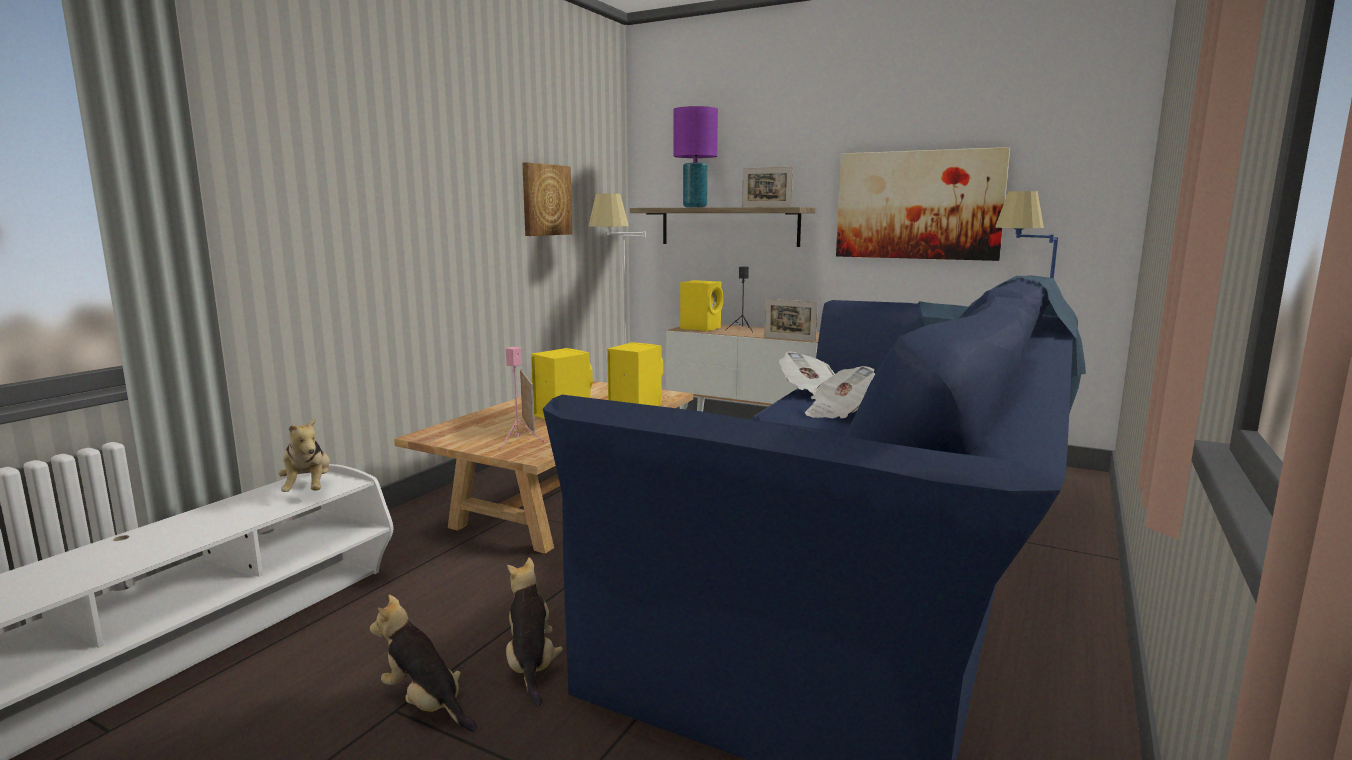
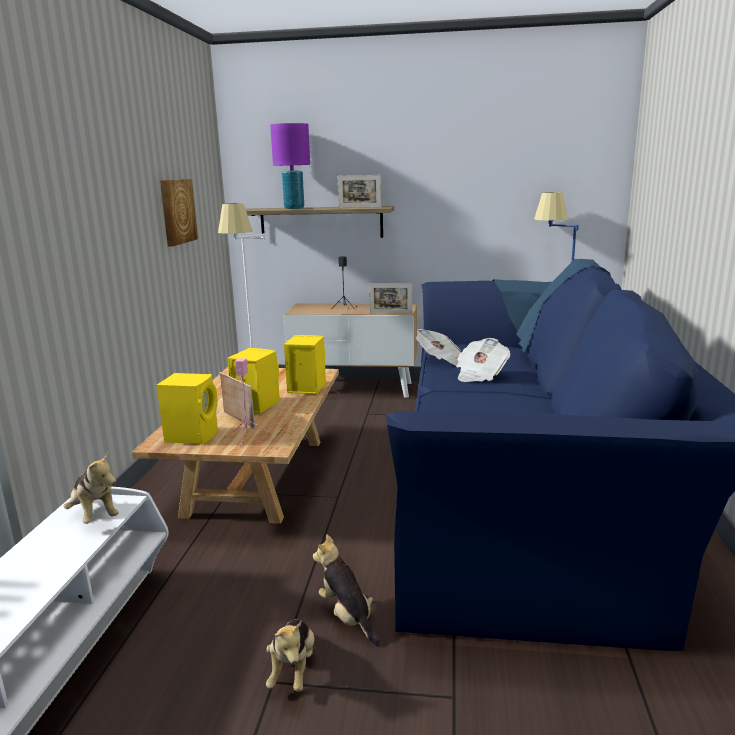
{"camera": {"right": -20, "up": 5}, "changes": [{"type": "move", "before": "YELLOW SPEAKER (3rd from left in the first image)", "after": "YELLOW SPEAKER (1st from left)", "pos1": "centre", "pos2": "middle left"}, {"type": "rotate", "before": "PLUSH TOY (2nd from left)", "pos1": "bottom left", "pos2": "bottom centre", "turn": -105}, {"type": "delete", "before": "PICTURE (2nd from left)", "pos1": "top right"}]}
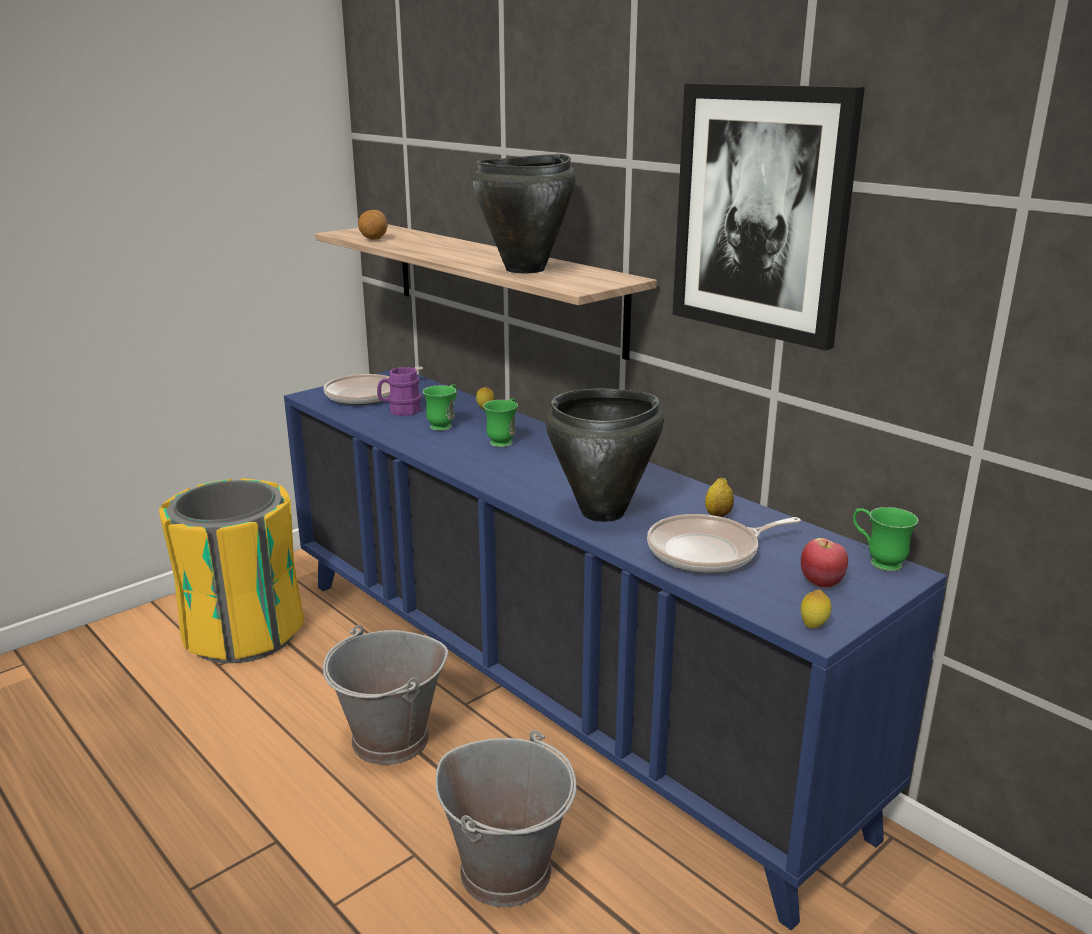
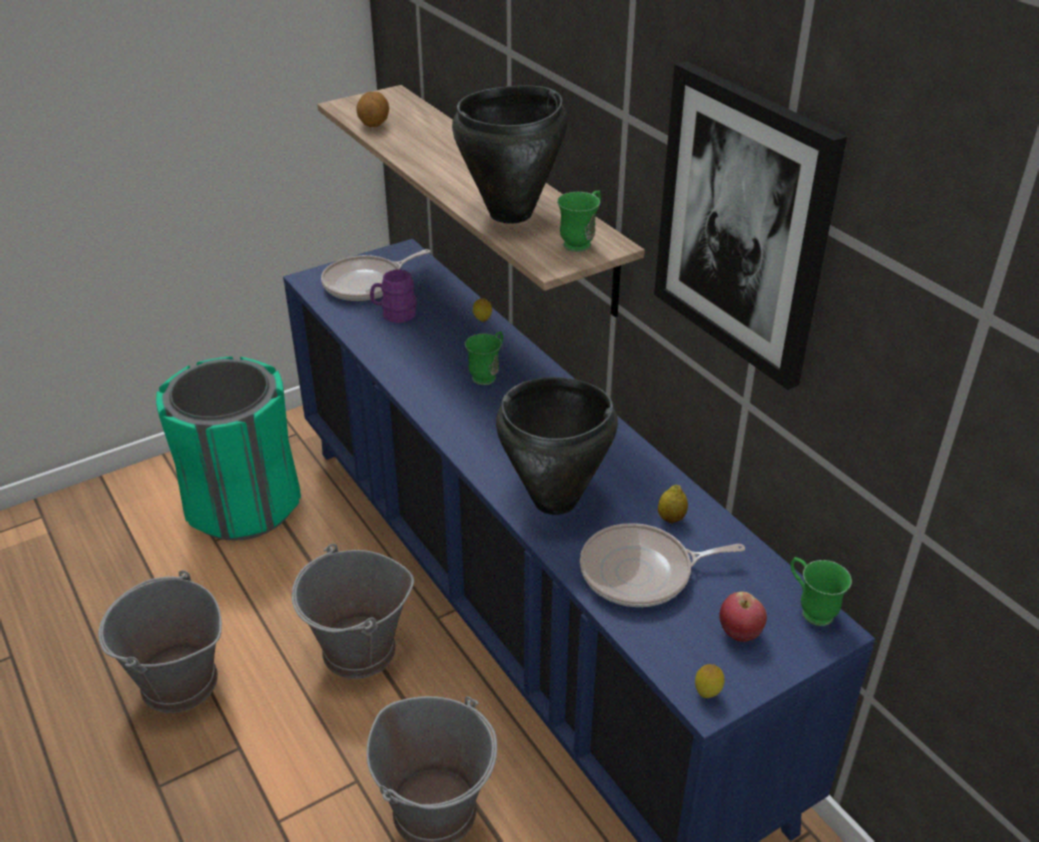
{"camera": {"right": 10, "up": 15}, "changes": [{"type": "insert", "after": "GREY BUCKET (1st from left)", "pos2": "bottom left"}, {"type": "recolor", "before": "YELLOW TRASH CAN", "after": "GREEN TRASH CAN", "pos1": "middle left", "pos2": "middle left"}, {"type": "move", "before": "GREEN MUG (1st from left in the first image)", "after": "GREEN MUG (2nd from left)", "pos1": "centre", "pos2": "top centre"}]}
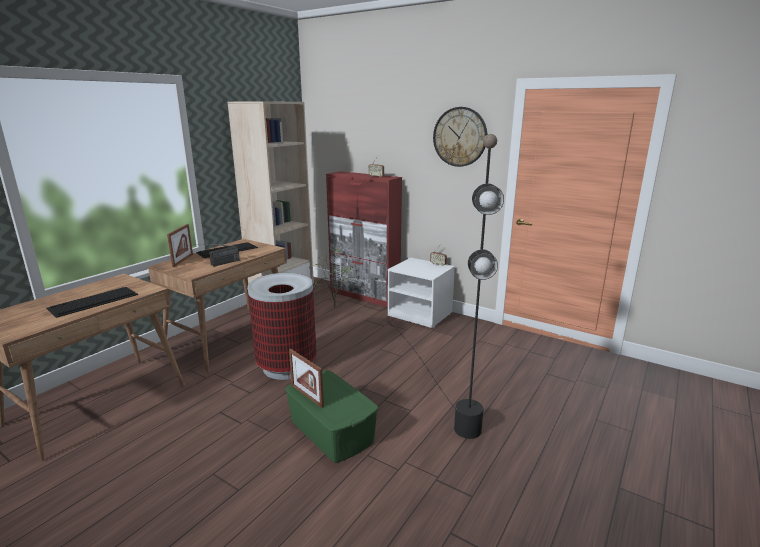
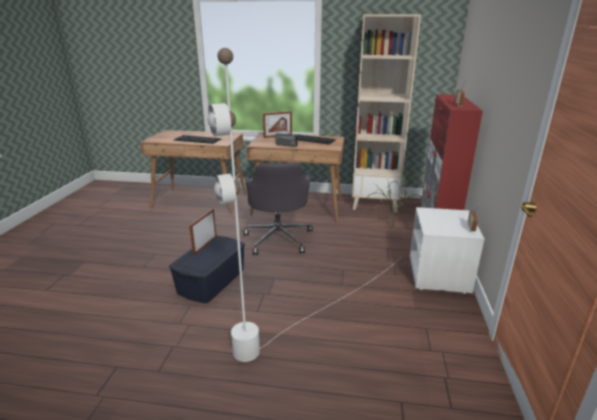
{"camera": {"right": 65, "up": 5}, "changes": [{"type": "recolor", "before": "GREEN STORAGE BOX", "after": "BLUE STORAGE BOX", "pos1": "bottom centre", "pos2": "centre"}, {"type": "recolor", "before": "BLACK FLOOR LAMP", "after": "WHITE FLOOR LAMP", "pos1": "centre", "pos2": "centre"}, {"type": "replace", "before": "TRASH CAN", "after": "GREY OFFICE CHAIR", "pos1": "centre", "pos2": "centre"}, {"type": "delete", "before": "WALL CLOCK", "pos1": "top centre"}]}
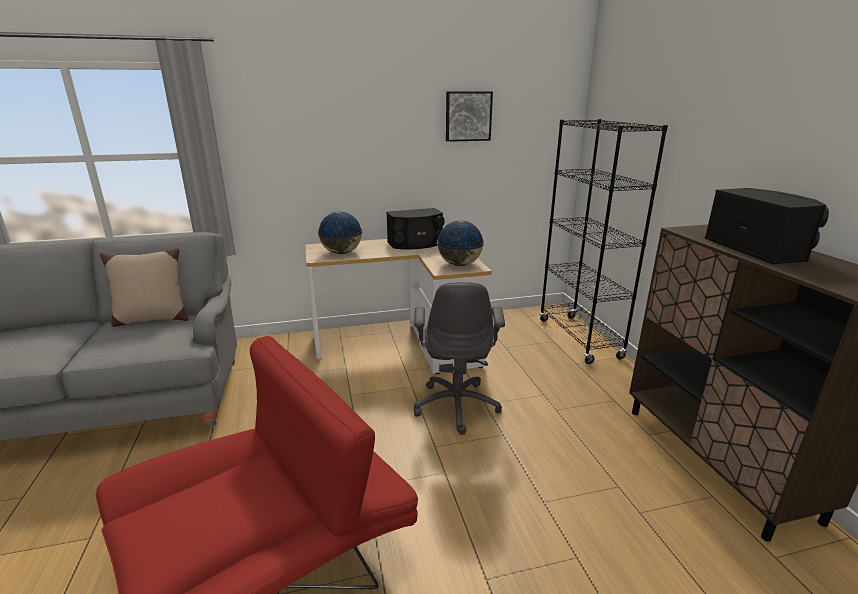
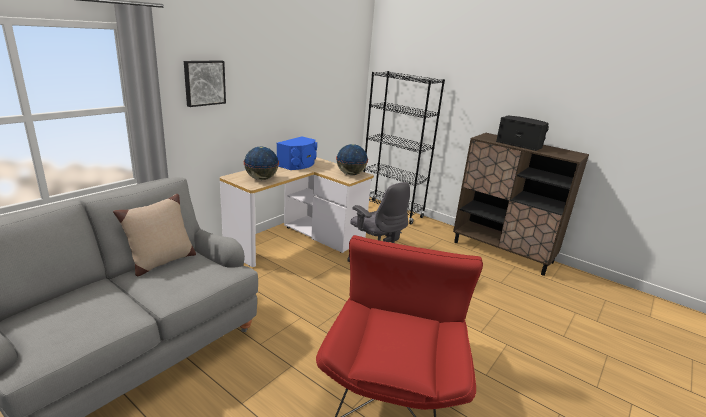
{"camera": {"right": -40, "up": 0}, "changes": [{"type": "move", "before": "PICTURE", "pos1": "top centre", "pos2": "top left"}, {"type": "recolor", "before": "BLACK SPEAKER (1st from left)", "after": "BLUE SPEAKER", "pos1": "centre", "pos2": "centre"}]}
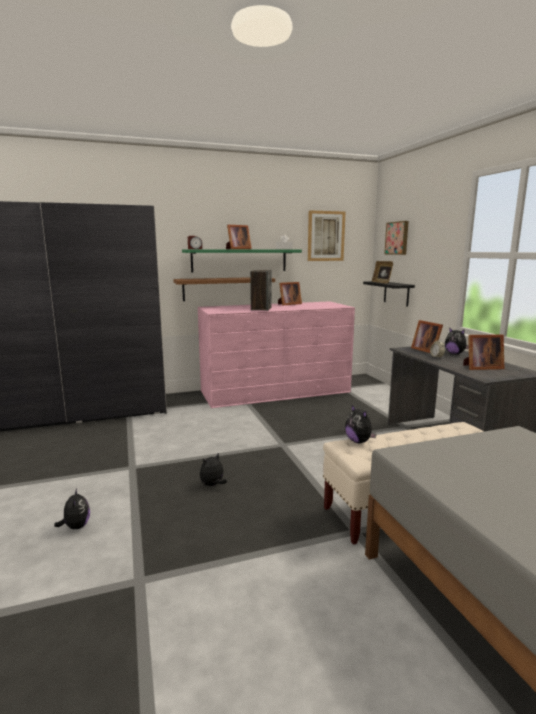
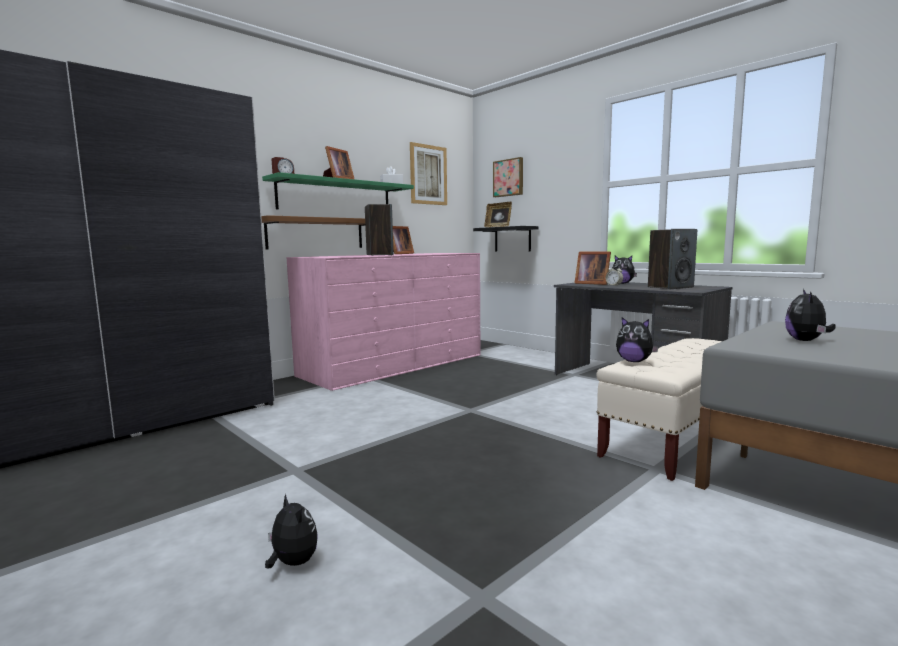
{"camera": {"right": -25, "up": -5}, "changes": [{"type": "replace", "before": "PICTURE FRAME (5th from left)", "after": "SPEAKER (2nd from left)", "pos1": "middle right", "pos2": "middle right"}, {"type": "move", "before": "PLUSH TOY (2nd from left in the first image)", "after": "PLUSH TOY (4th from left)", "pos1": "centre", "pos2": "middle right"}]}
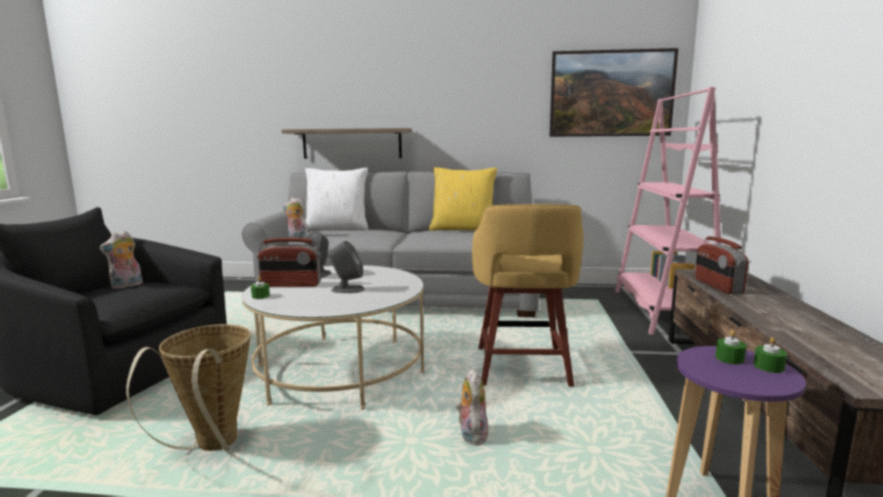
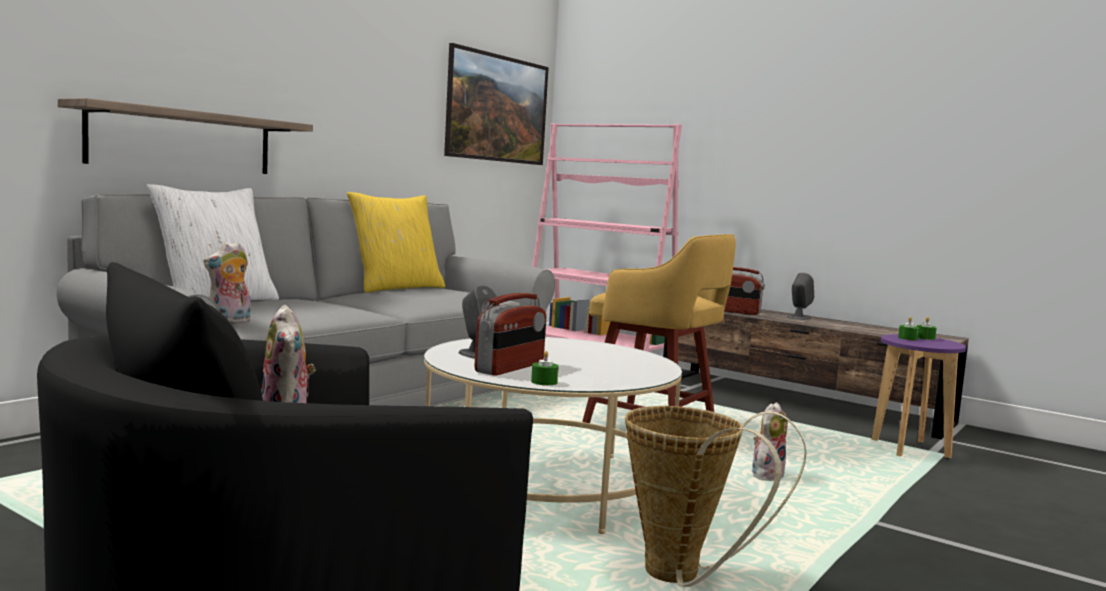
{"camera": {"right": -60, "up": -5}, "changes": [{"type": "rotate", "before": "PLUSH TOY (3rd from left)", "pos1": "bottom centre", "pos2": "bottom right", "turn": 105}, {"type": "move", "before": "GREY SPEAKER (2nd from left)", "pos1": "centre", "pos2": "middle right"}]}
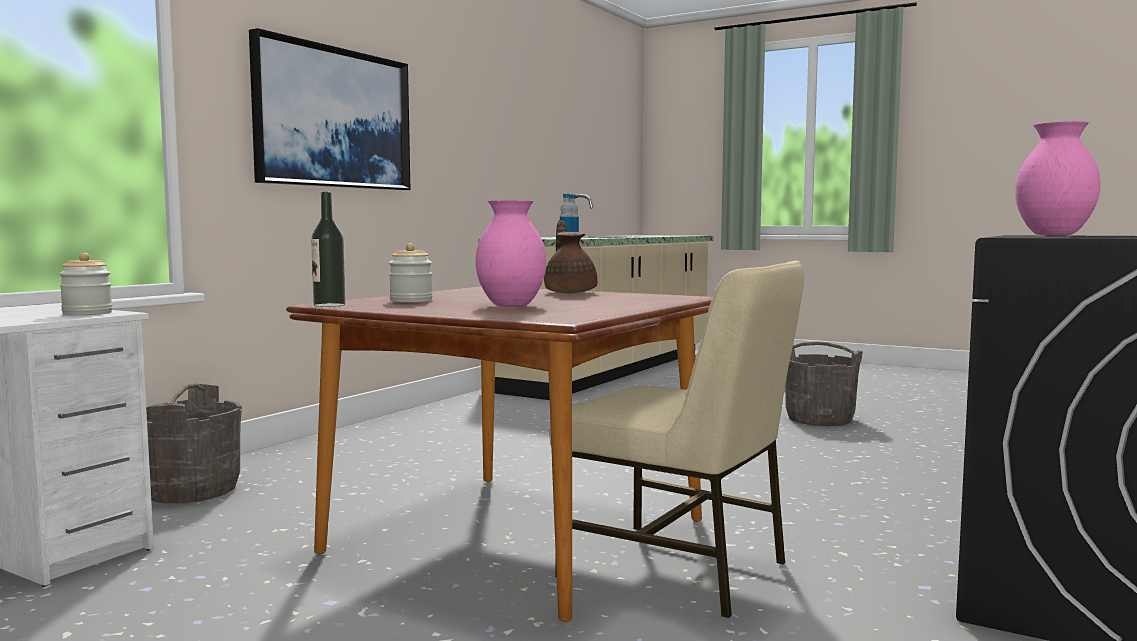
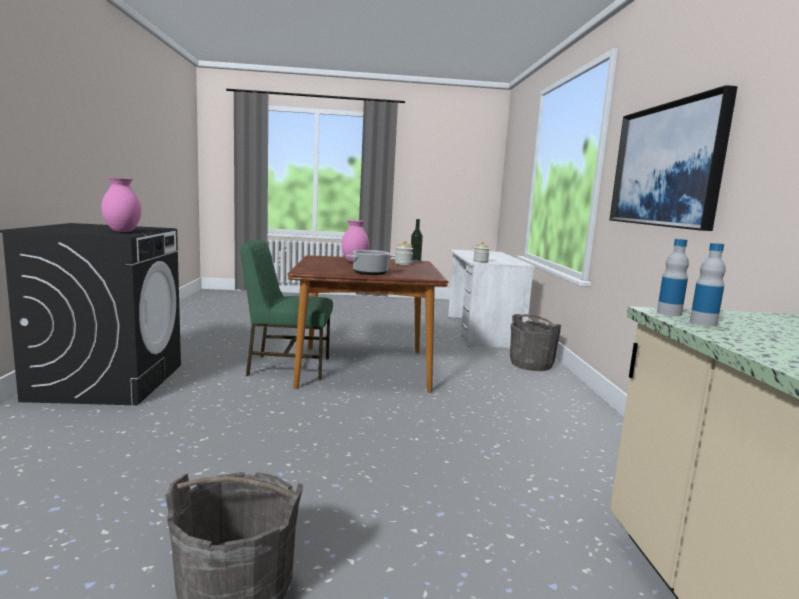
{"camera": {"right": 145, "up": 5}, "changes": [{"type": "recolor", "before": "BEIGE CHAIR", "after": "GREEN CHAIR", "pos1": "bottom centre", "pos2": "centre"}, {"type": "replace", "before": "BROWN TEAPOT", "after": "COOKING POT", "pos1": "centre", "pos2": "centre"}]}
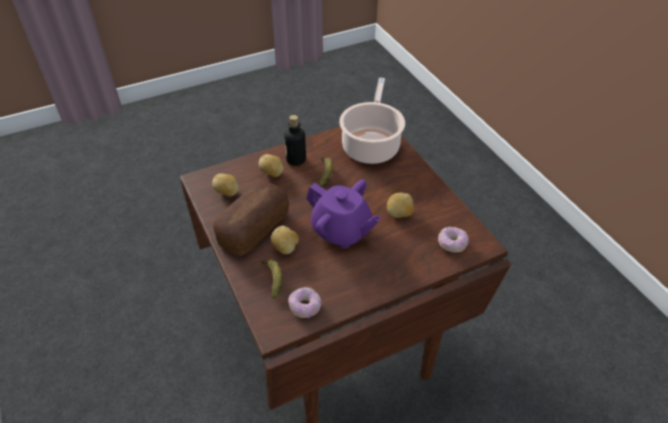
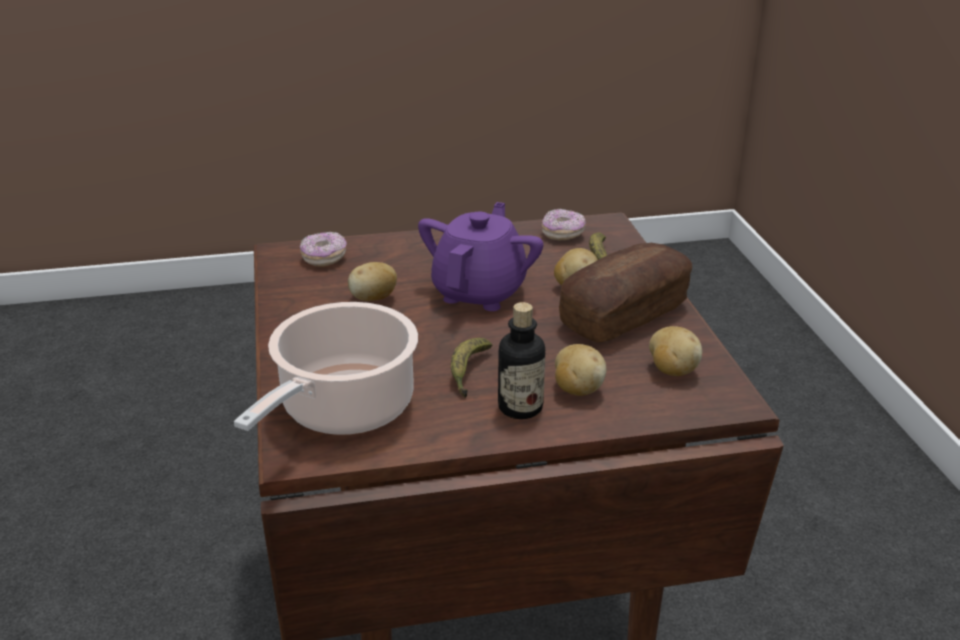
{"camera": {"right": -165, "up": -15}, "changes": [{"type": "rotate", "before": "PURPLE TEAPOT", "pos1": "centre", "pos2": "centre", "turn": 60}]}
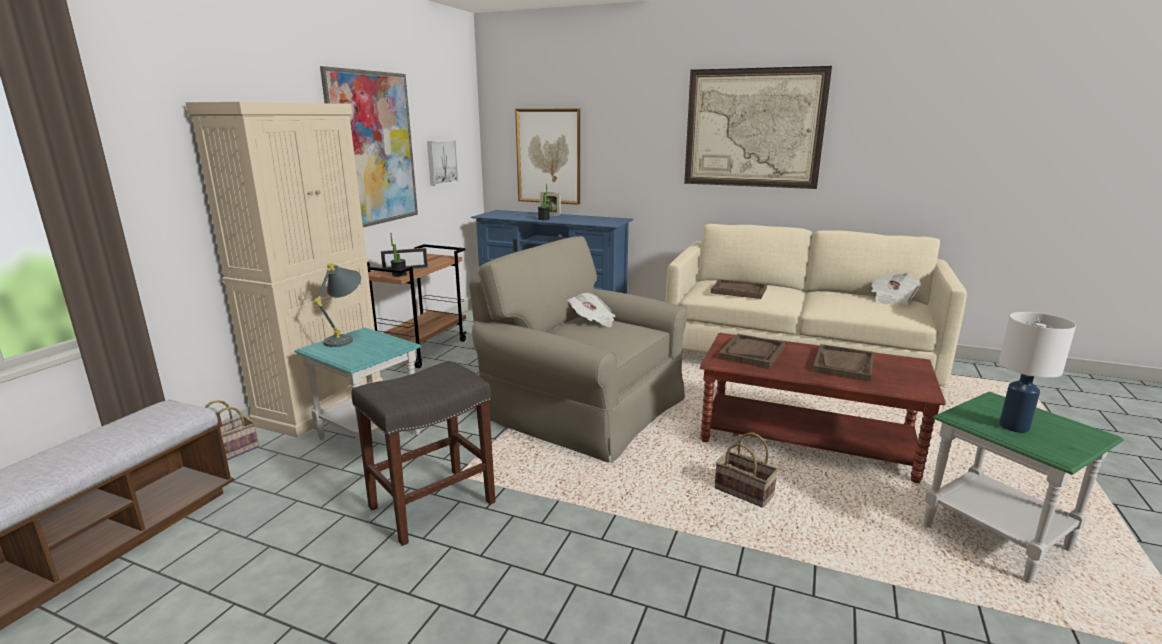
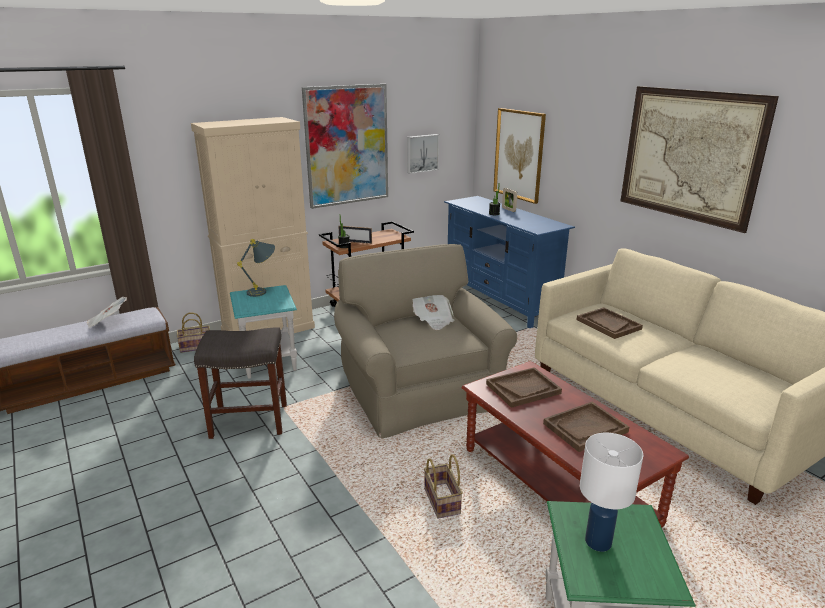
{"camera": {"right": 35, "up": 5}, "changes": [{"type": "move", "before": "NEWSPAPER (2nd from left in the first image)", "after": "NEWSPAPER (1st from left)", "pos1": "middle right", "pos2": "middle left"}]}
